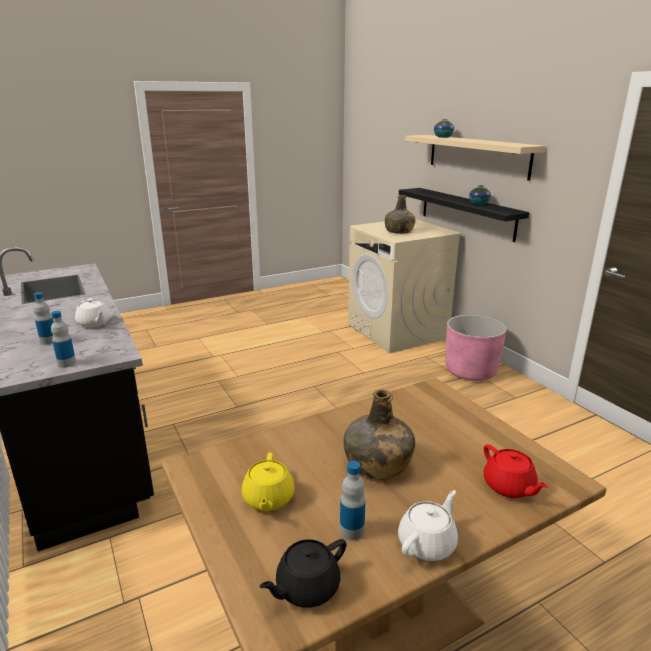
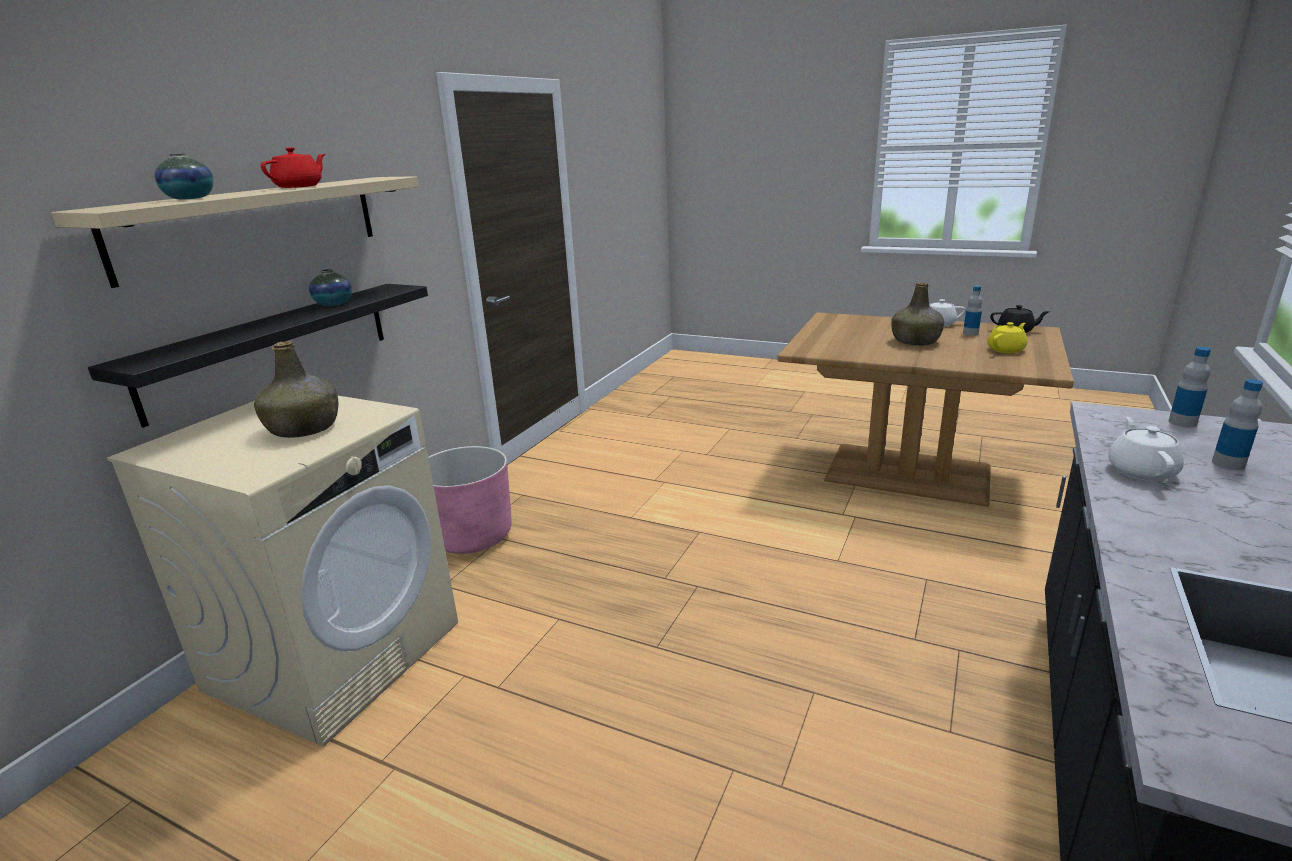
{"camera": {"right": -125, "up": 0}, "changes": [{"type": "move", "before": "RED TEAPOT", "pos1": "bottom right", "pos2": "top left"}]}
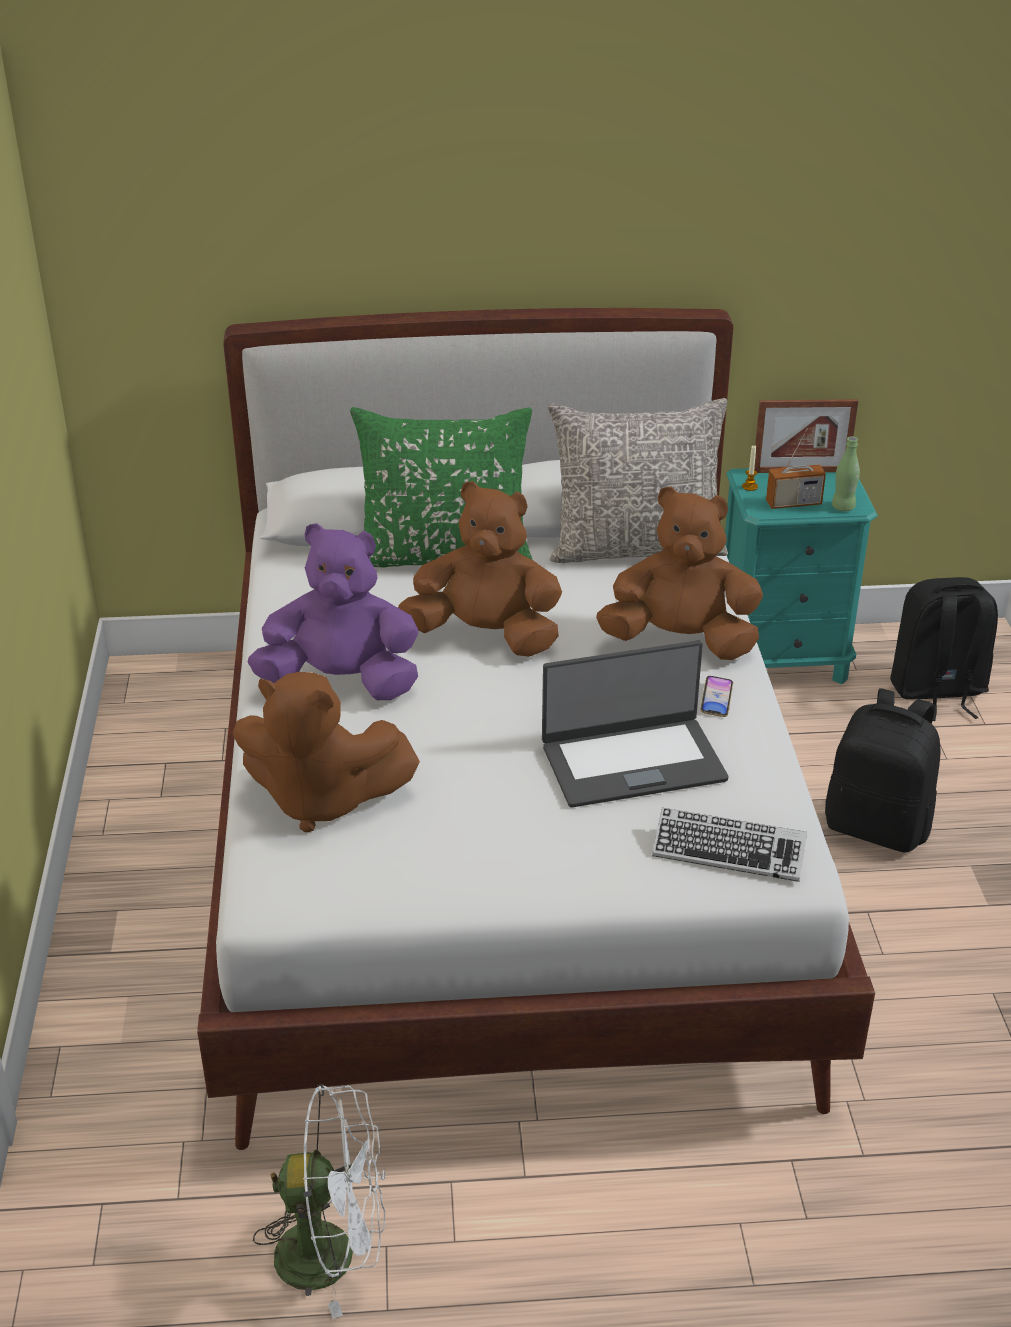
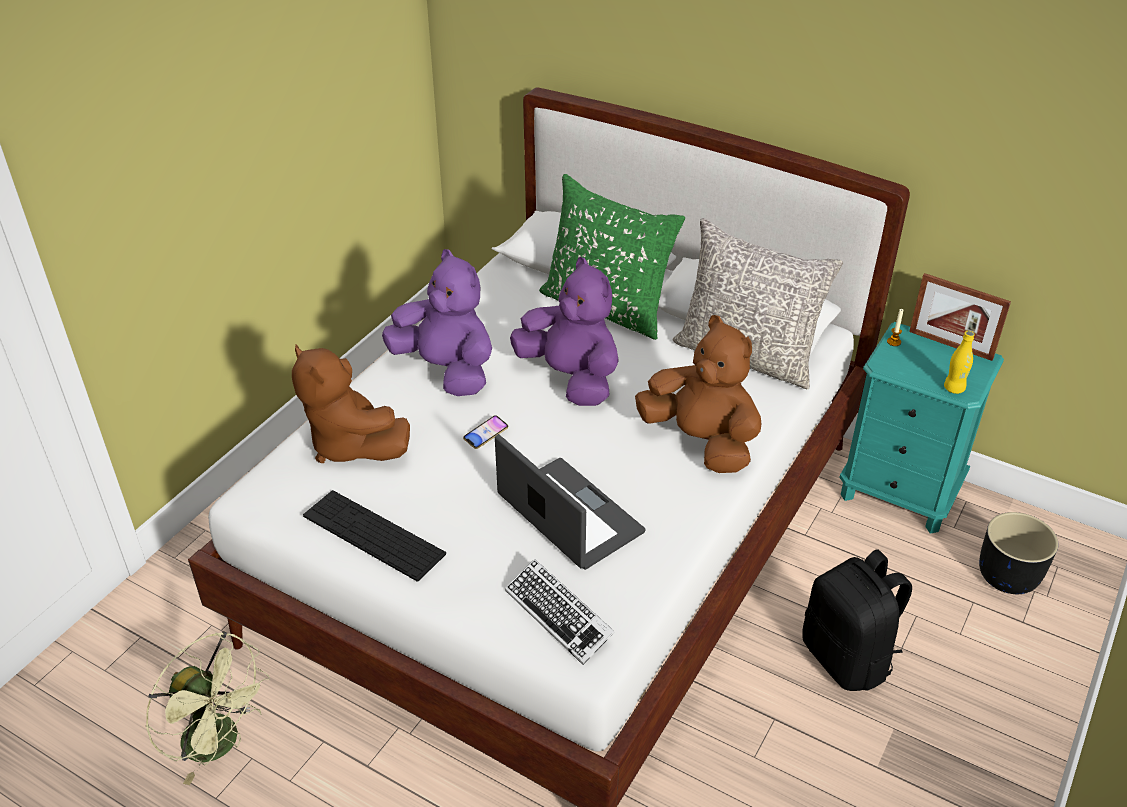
{"camera": {"right": 35, "up": 5}, "changes": [{"type": "recolor", "before": "WHITE FAN", "after": "GREEN FAN", "pos1": "bottom left", "pos2": "bottom left"}, {"type": "insert", "after": "KEYBOARD (1st from left)", "pos2": "middle left"}, {"type": "move", "before": "PHONE", "pos1": "middle right", "pos2": "centre"}, {"type": "rotate", "before": "LAPTOP", "pos1": "centre", "pos2": "centre", "turn": -150}, {"type": "recolor", "before": "BROWN PLUSH TOY (2nd from left)", "after": "PURPLE PLUSH TOY (2nd from left)", "pos1": "centre", "pos2": "centre"}, {"type": "recolor", "before": "GREEN BOTTLE", "after": "YELLOW BOTTLE", "pos1": "middle right", "pos2": "middle right"}, {"type": "replace", "before": "BLACK BACKPACK (2nd from left)", "after": "BLACK PLANTER", "pos1": "middle right", "pos2": "bottom right"}, {"type": "delete", "before": "RADIO", "pos1": "middle right"}]}
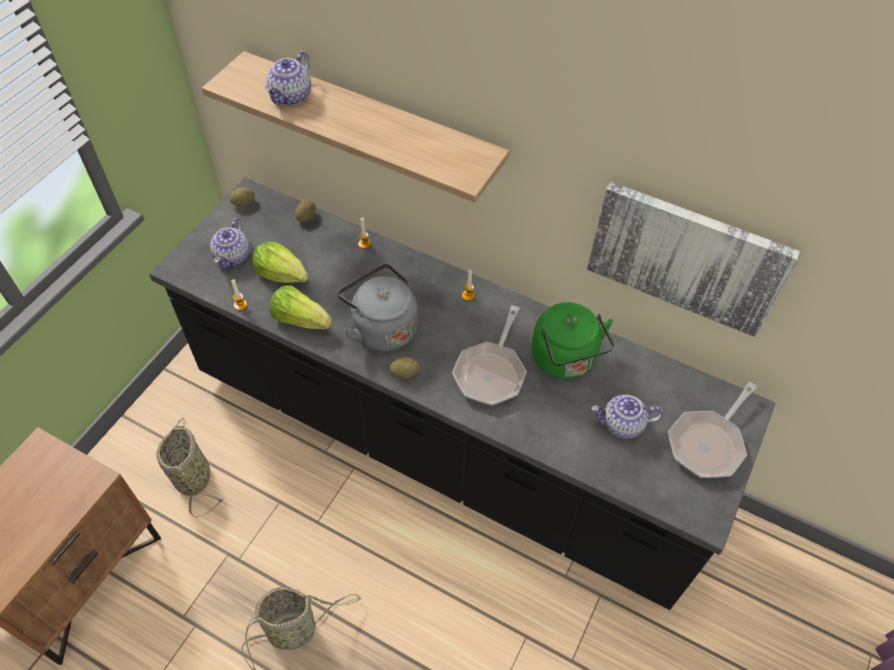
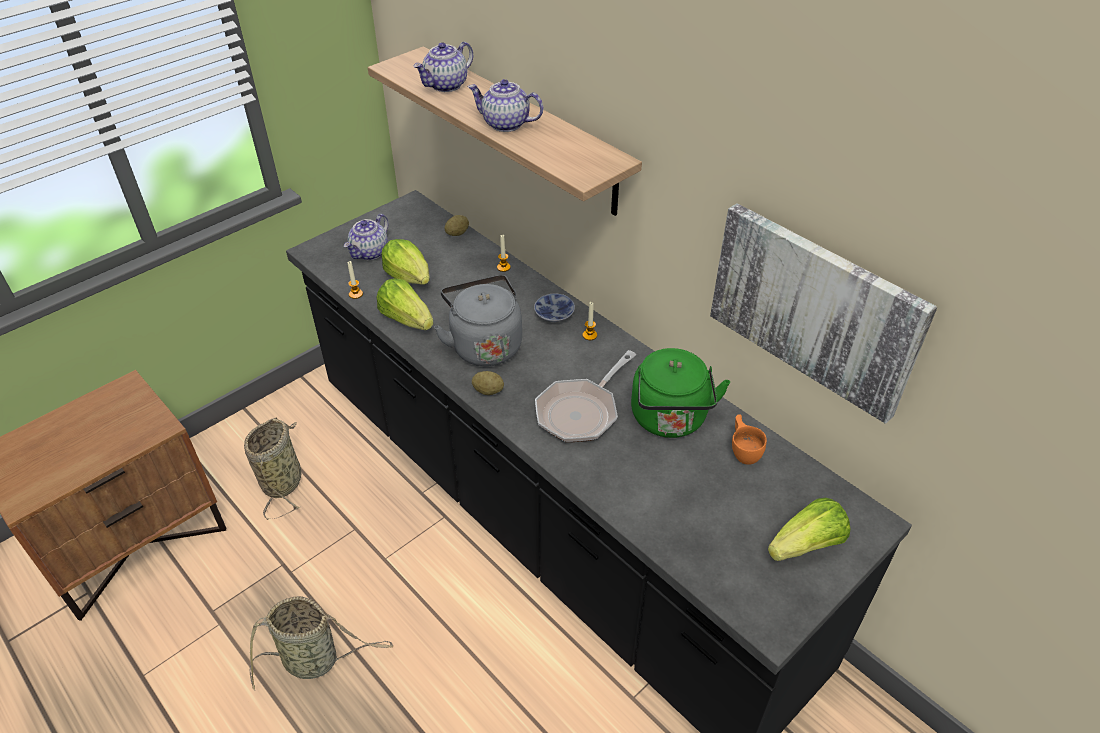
{"camera": {"right": 20, "up": -10}, "changes": [{"type": "move", "before": "TEAPOT (3rd from left)", "pos1": "middle right", "pos2": "top centre"}, {"type": "insert", "after": "BOWL", "pos2": "centre"}, {"type": "insert", "after": "ORANGE CUP", "pos2": "middle right"}, {"type": "replace", "before": "FRYING PAN (2nd from left)", "after": "LETTUCE (3rd from left)", "pos1": "middle right", "pos2": "bottom right"}, {"type": "delete", "before": "POTATO (1st from left)", "pos1": "top left"}]}
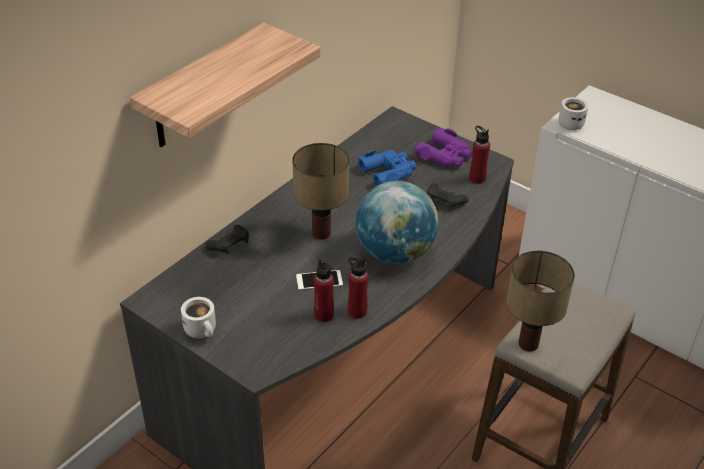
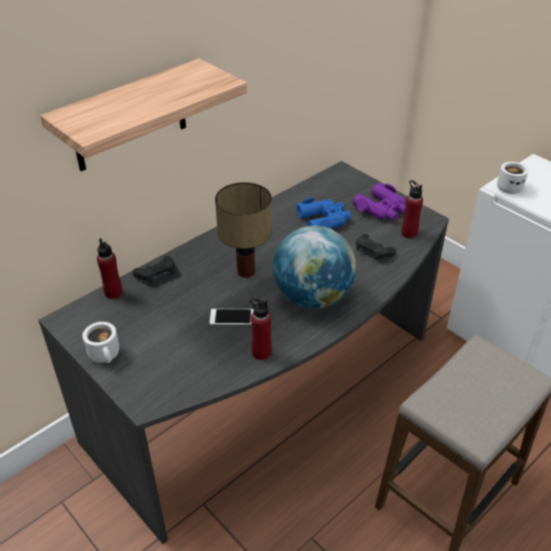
{"camera": {"right": 10, "up": 0}, "changes": [{"type": "move", "before": "RED BOTTLE (1st from left)", "pos1": "centre", "pos2": "middle left"}, {"type": "delete", "before": "TABLE LAMP (2nd from left)", "pos1": "middle right"}]}
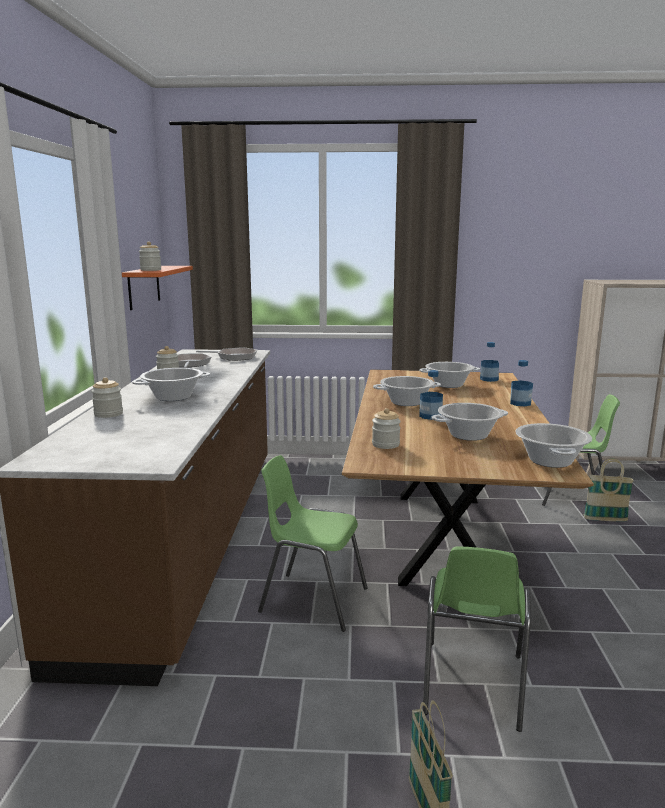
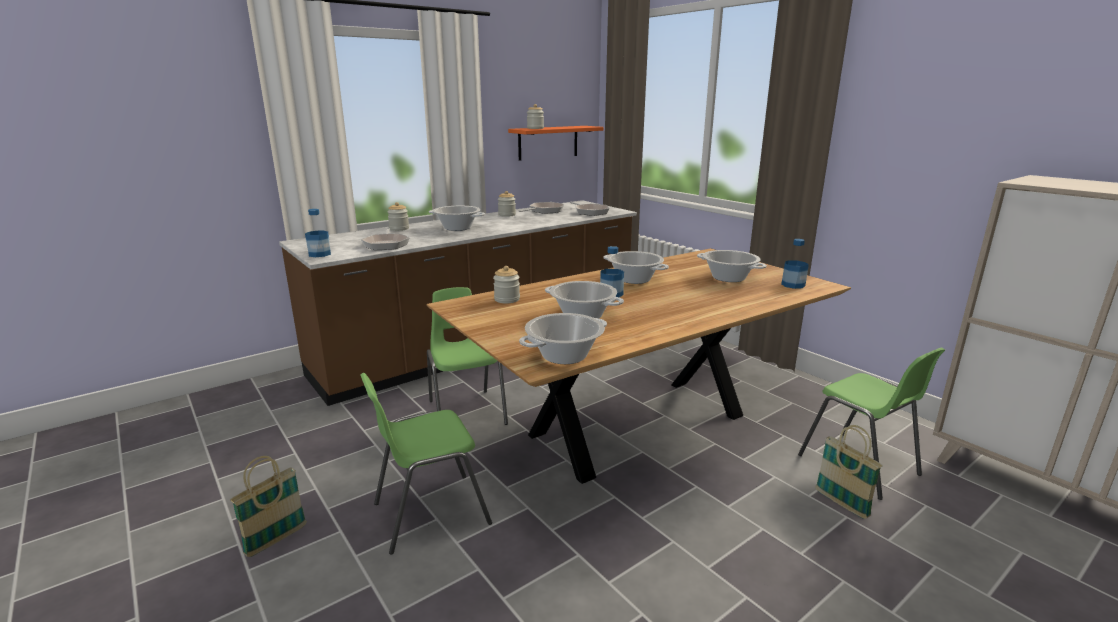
{"camera": {"right": 50, "up": 5}, "changes": [{"type": "move", "before": "BOTTLE (3rd from left in the first image)", "after": "BOTTLE (1st from left)", "pos1": "middle right", "pos2": "middle left"}, {"type": "insert", "after": "FRYING PAN (1st from left)", "pos2": "centre"}]}
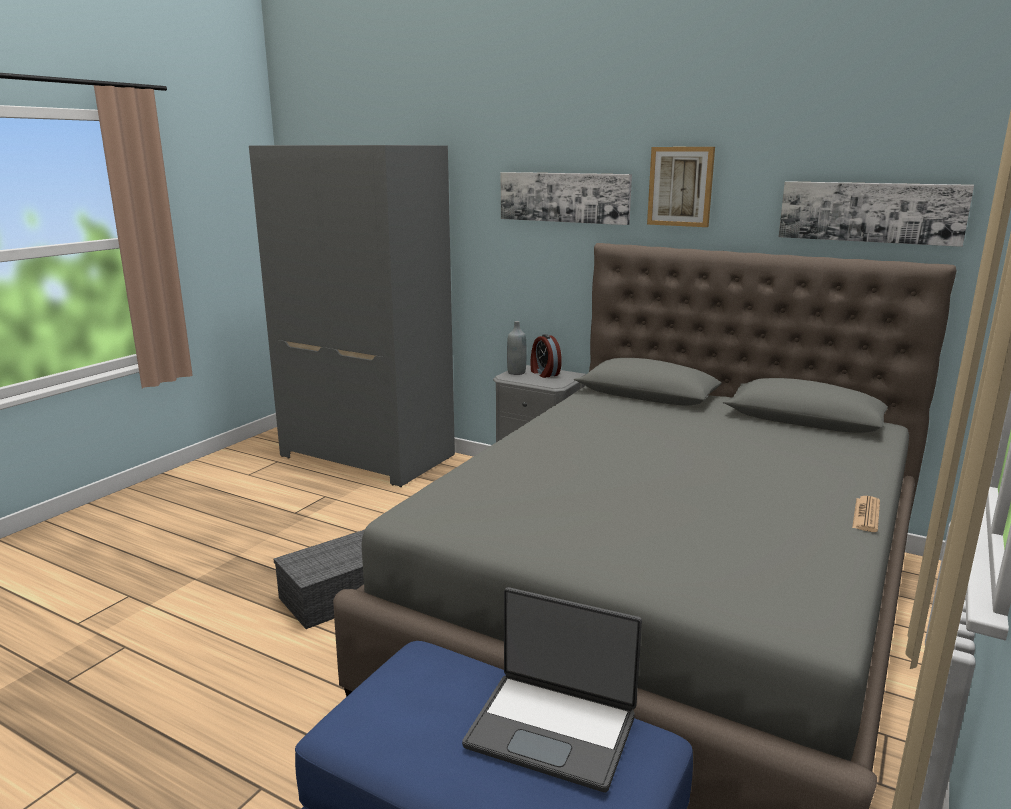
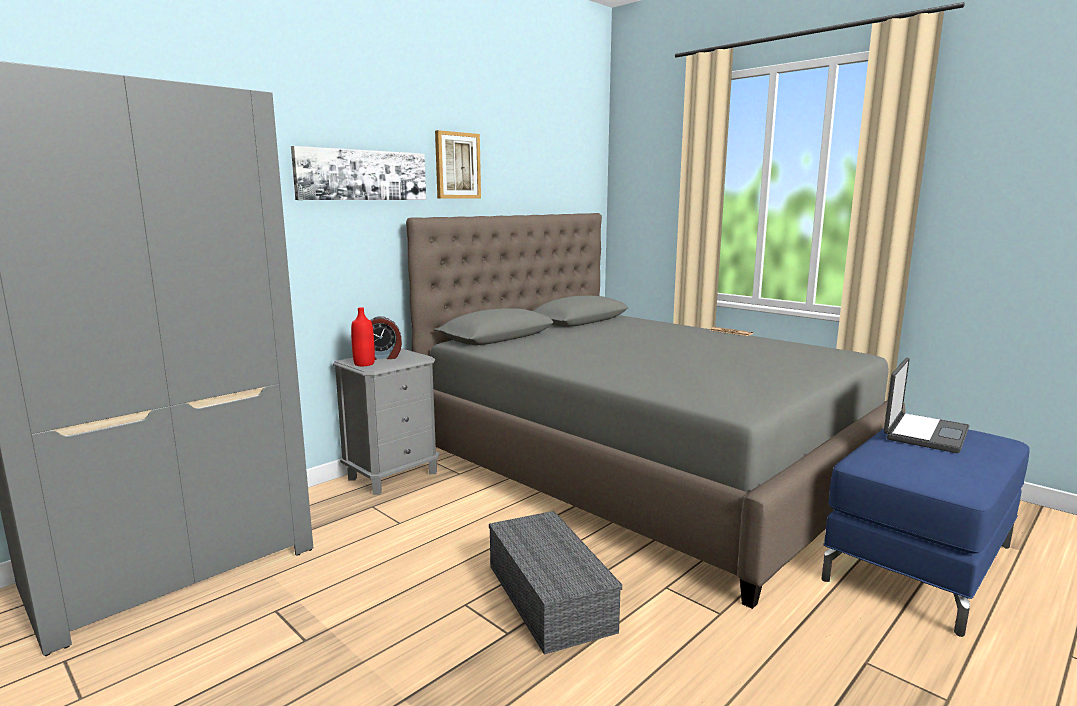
{"camera": {"right": -75, "up": -5}, "changes": [{"type": "recolor", "before": "GREY BOTTLE", "after": "RED BOTTLE", "pos1": "centre", "pos2": "centre"}, {"type": "delete", "before": "PICTURE (3rd from left)", "pos1": "top right"}]}
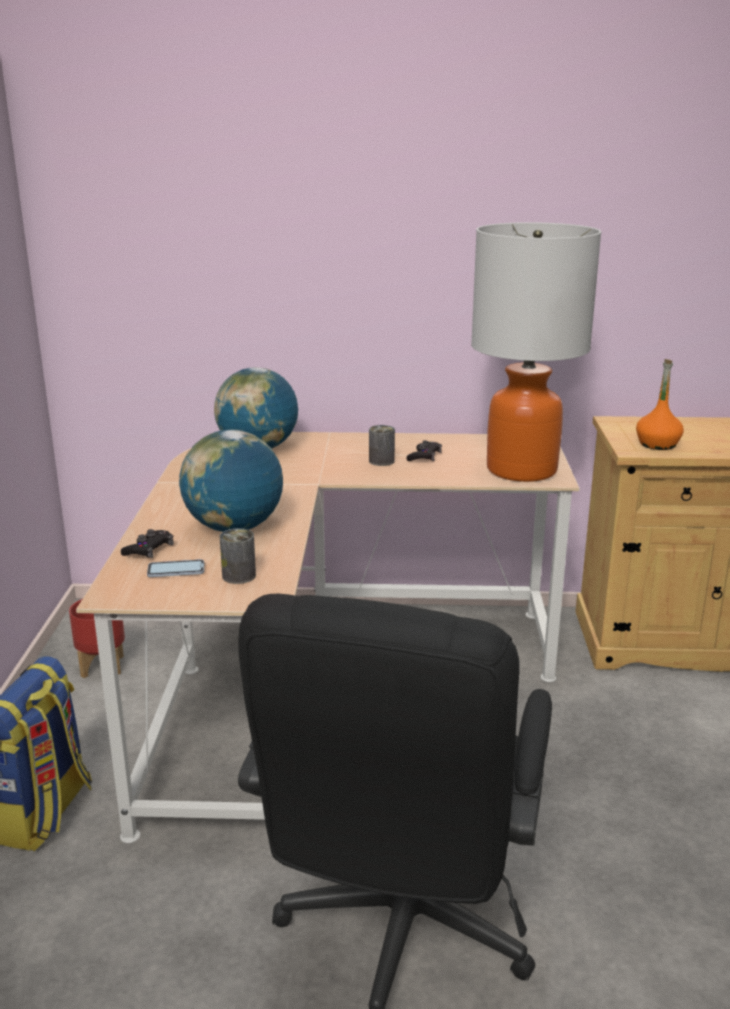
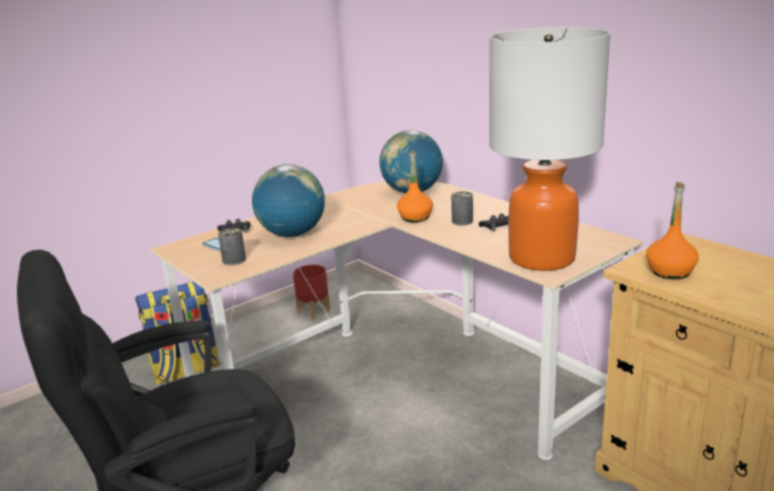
{"camera": {"right": 50, "up": 0}, "changes": [{"type": "insert", "after": "ORANGE BOTTLE (1st from left)", "pos2": "centre"}]}
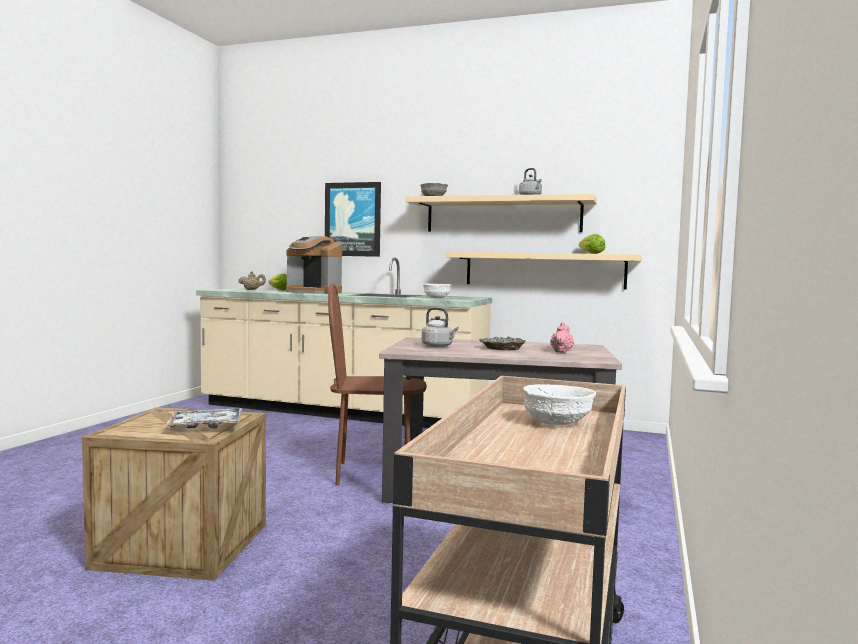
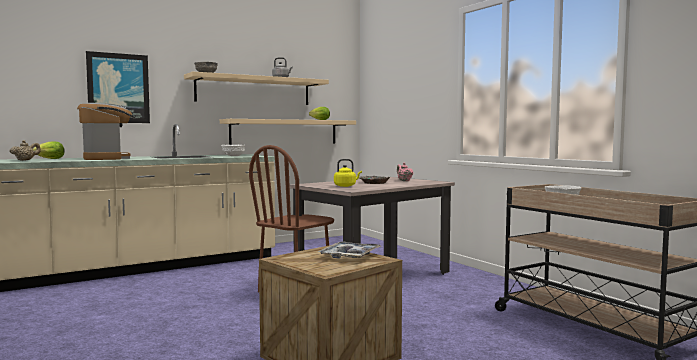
{"camera": {"right": -50, "up": 0}, "changes": [{"type": "rotate", "before": "COFFEE MACHINE", "pos1": "centre", "pos2": "middle left", "turn": -90}, {"type": "recolor", "before": "GREY KETTLE (1st from left)", "after": "YELLOW KETTLE", "pos1": "centre", "pos2": "centre"}]}
